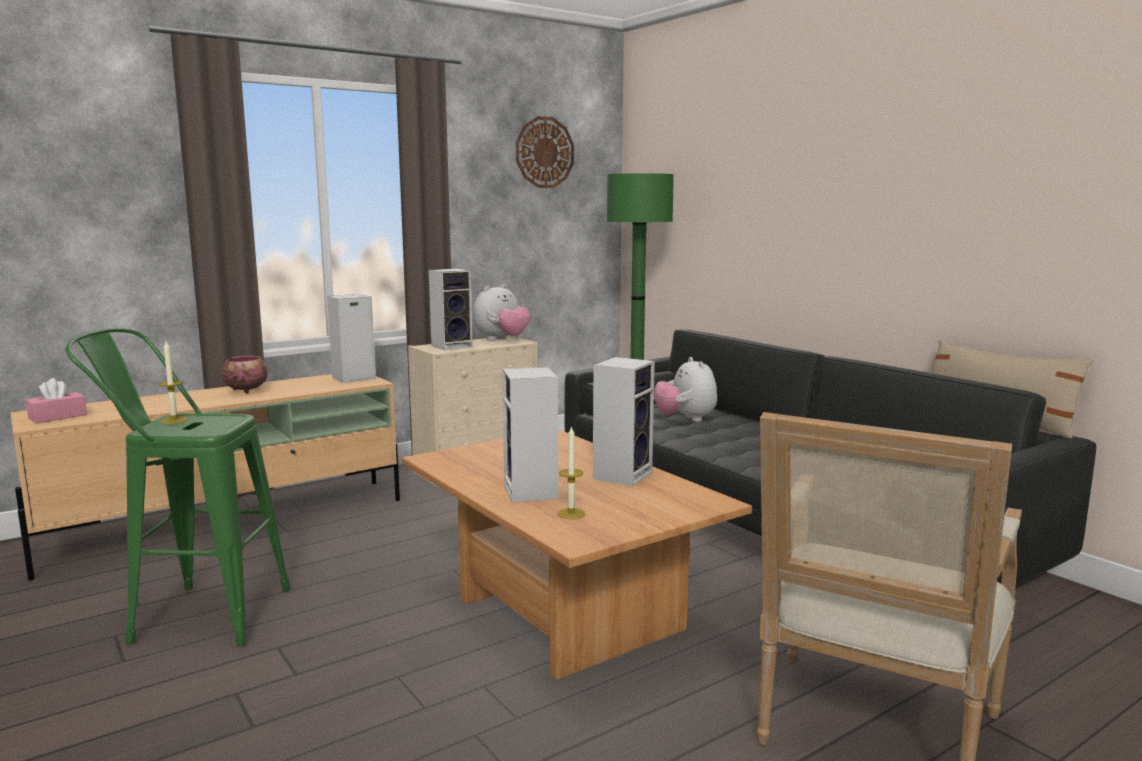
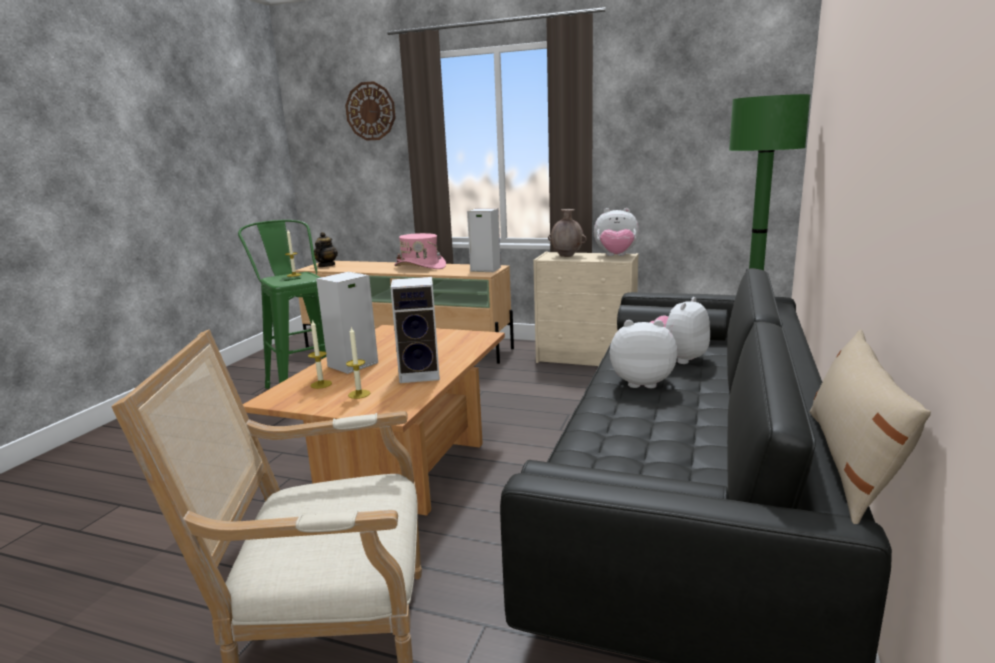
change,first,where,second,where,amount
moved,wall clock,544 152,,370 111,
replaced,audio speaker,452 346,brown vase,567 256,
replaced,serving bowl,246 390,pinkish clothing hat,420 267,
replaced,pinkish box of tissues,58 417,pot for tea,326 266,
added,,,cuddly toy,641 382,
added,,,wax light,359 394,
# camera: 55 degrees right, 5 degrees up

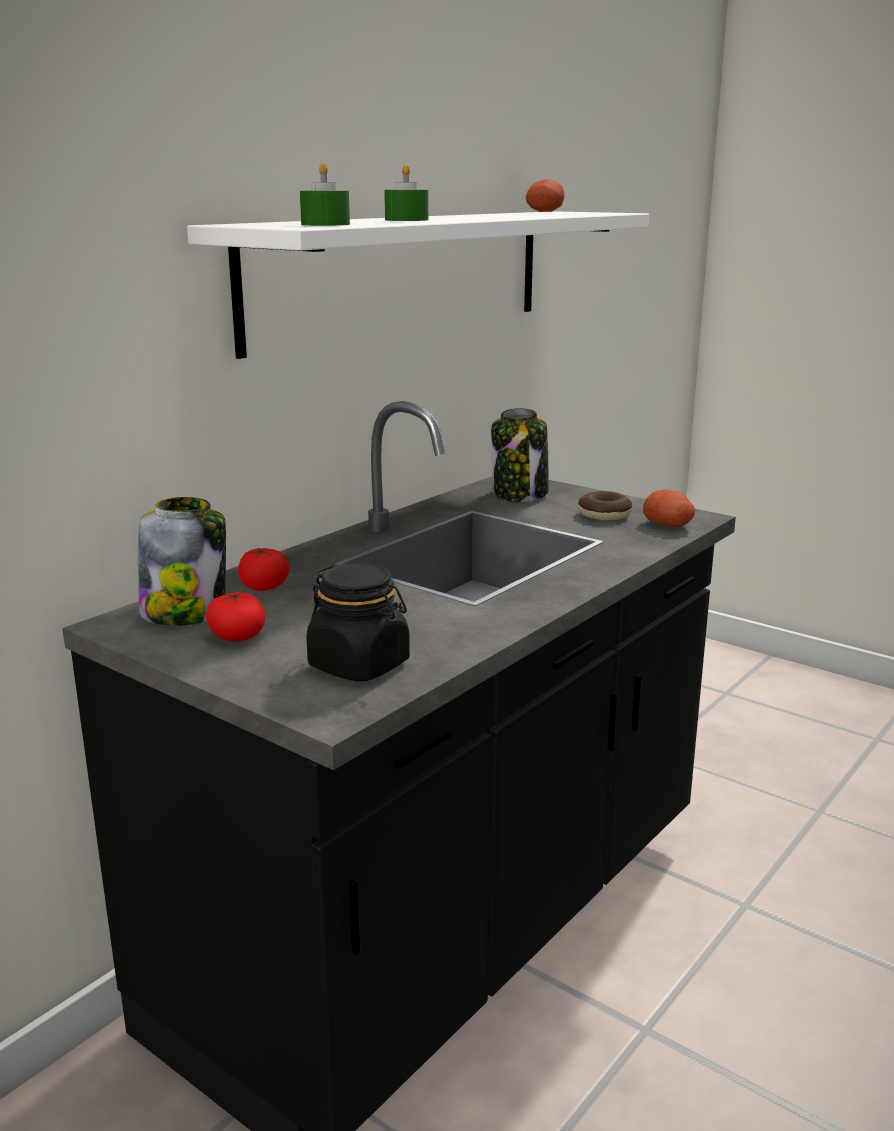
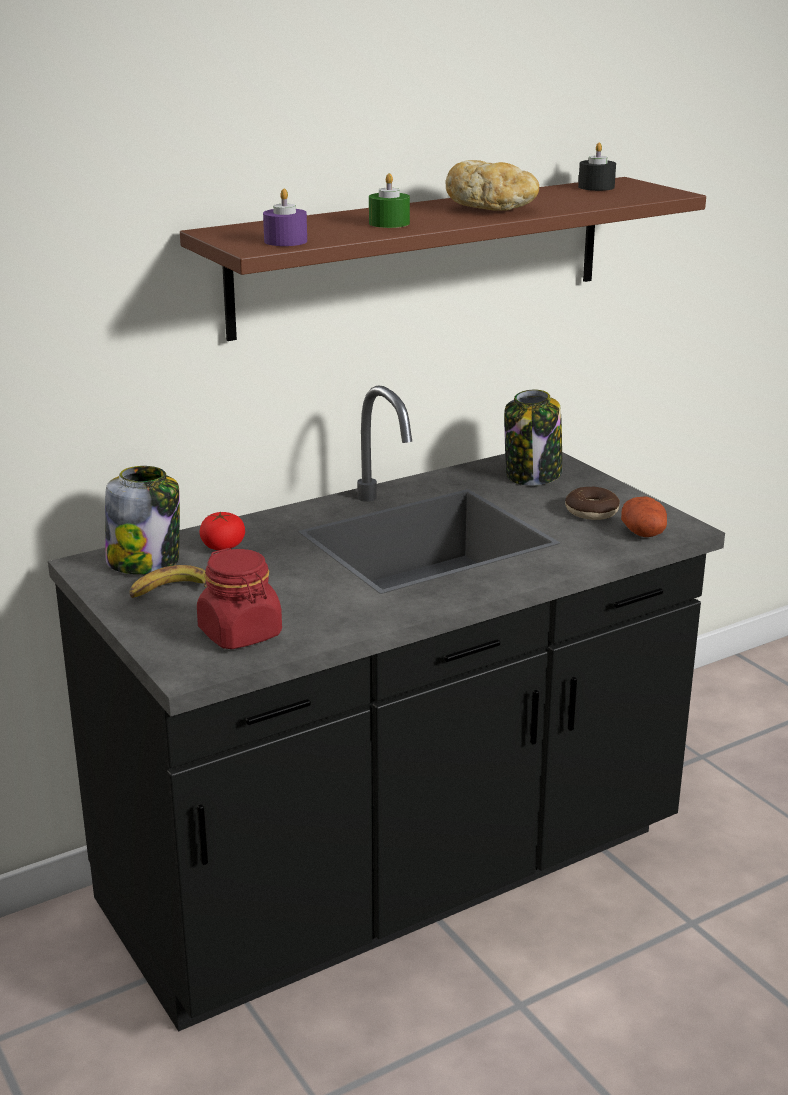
change,first,where,second,where,amount
recoloured,green wax light,325 224,purple wax light,285 241,
replaced,potato,544 212,black wax light,596 187,
recoloured,white wall shelf,404 275,brown wall shelf,422 255,
recoloured,black preserve jar,359 665,reddish preserve jar,240 634,
replaced,whole tomato,237 636,banana,168 591,
added,,,bread,492 209,
# camera: 20 degrees right, 5 degrees up

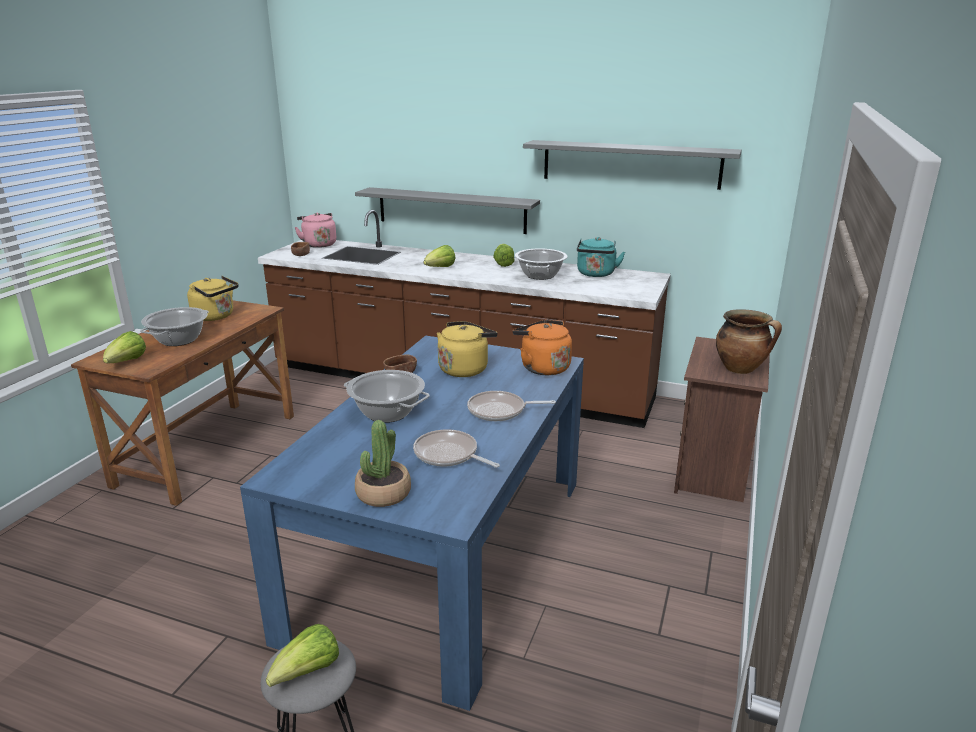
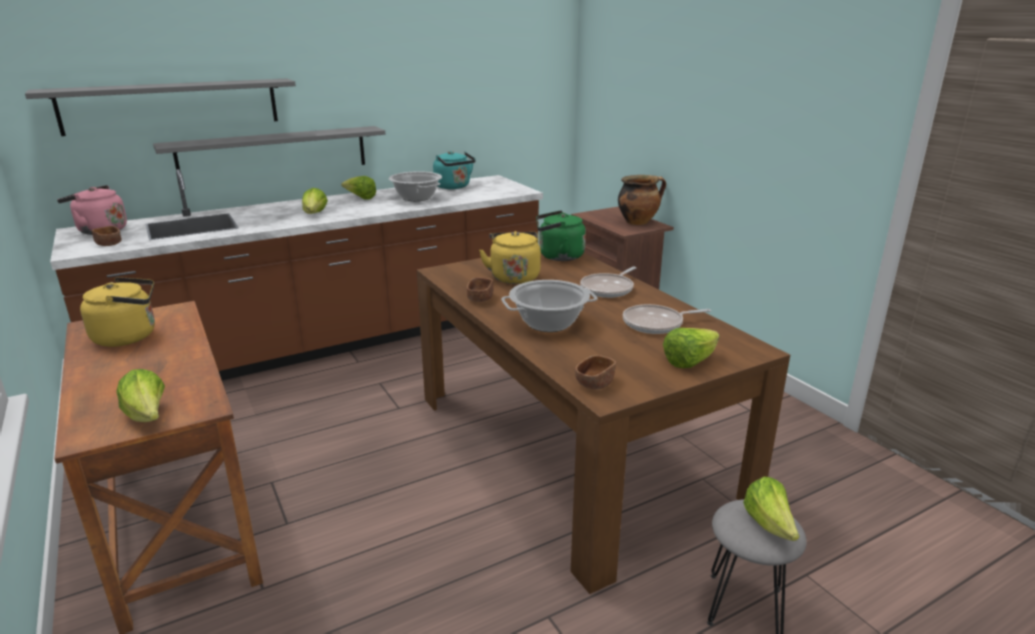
change,first,where,second,where,amount
moved,greyish wall shelf,630 164,,172 106,
removed,stockpot,179 340,,,
recoloured,orange-coloured tea kettle,542 367,green tea kettle,558 256,
recoloured,blue dining table,445 553,brown dining table,571 449,
replaced,houseplant,383 493,lettuce,689 362,
added,,,brown serving bowl,594 383,
# camera: 50 degrees left, 0 degrees up

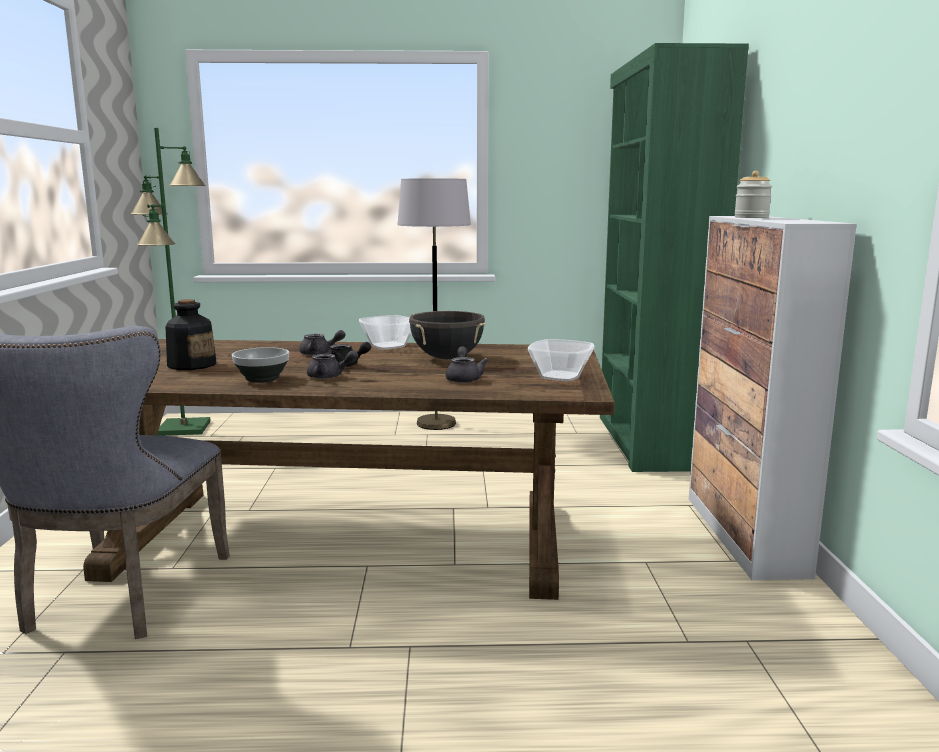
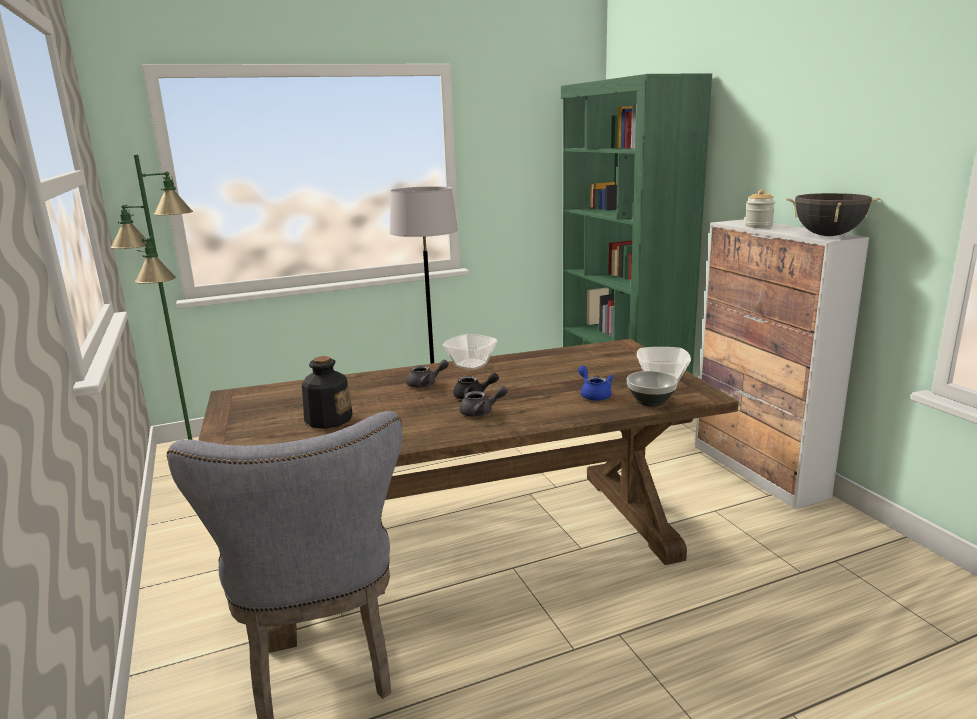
change,first,where,second,where,amount
moved,black stockpot,447 358,,828 235,
recoloured,greyish pot for tea,464 378,blue pot for tea,594 395,
moved,serving bowl,261 379,,650 401,
# camera: 20 degrees left, 5 degrees up

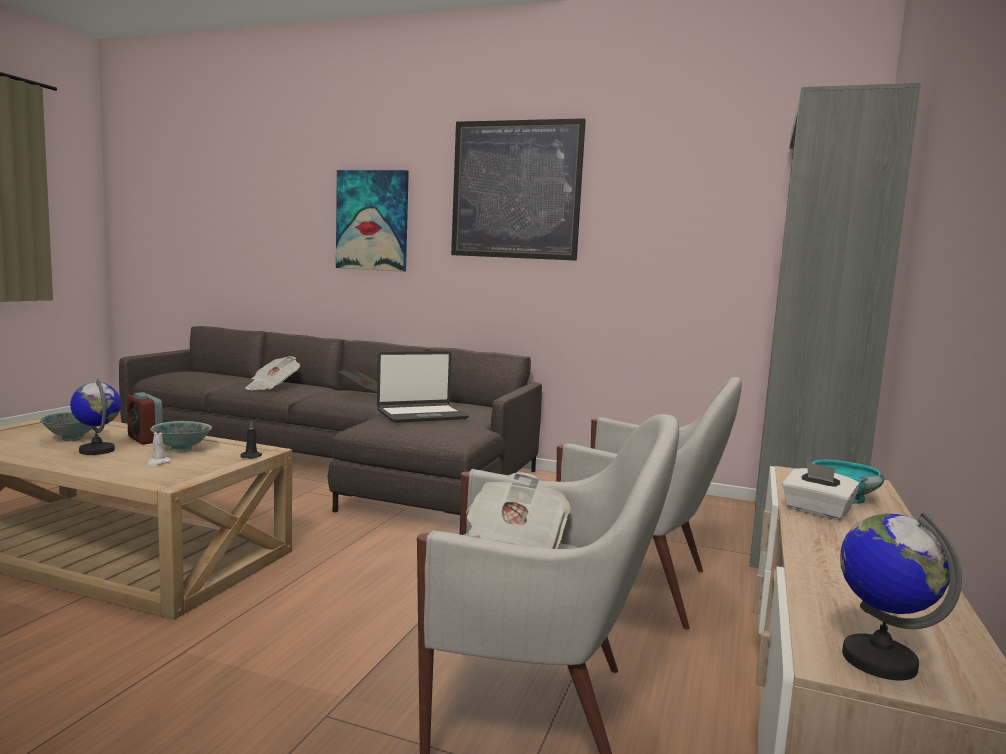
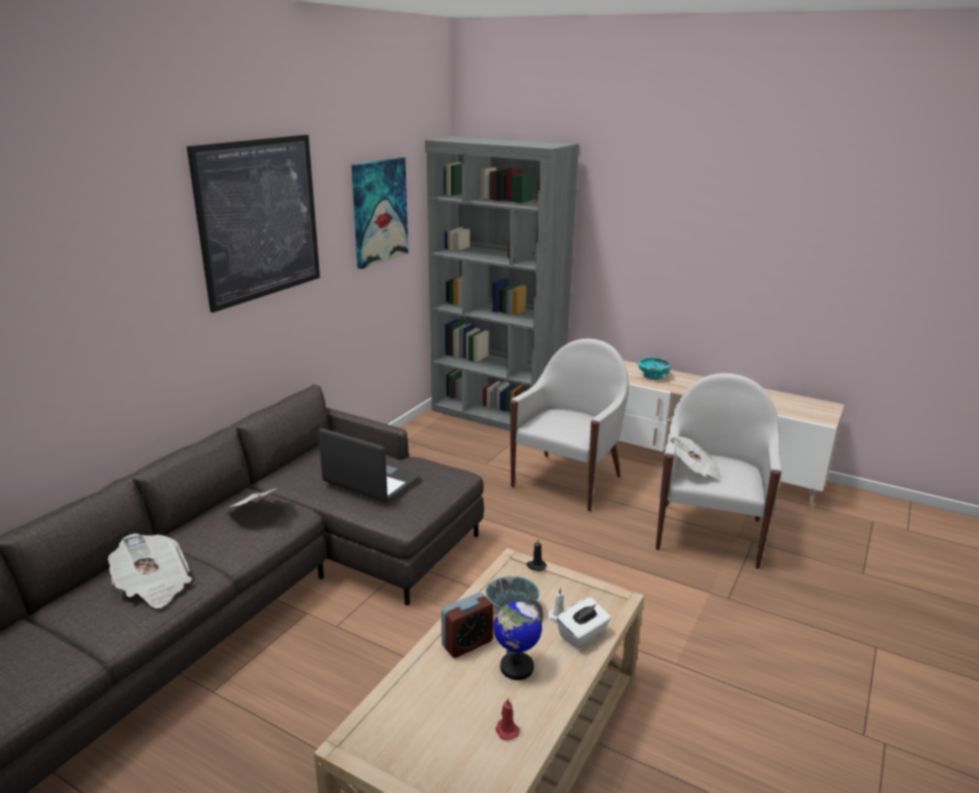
change,first,where,second,where,amount
moved,wall art,372 220,,379 211,
turned,laptop,421 415,,371 481,45 degrees counterclockwise
removed,serving bowl,73 438,,,
moved,white box of tissues,816 511,,582 635,
removed,desk globe,879 660,,,
added,,,reddish wax light,506 730,
# camera: 80 degrees left, 15 degrees up

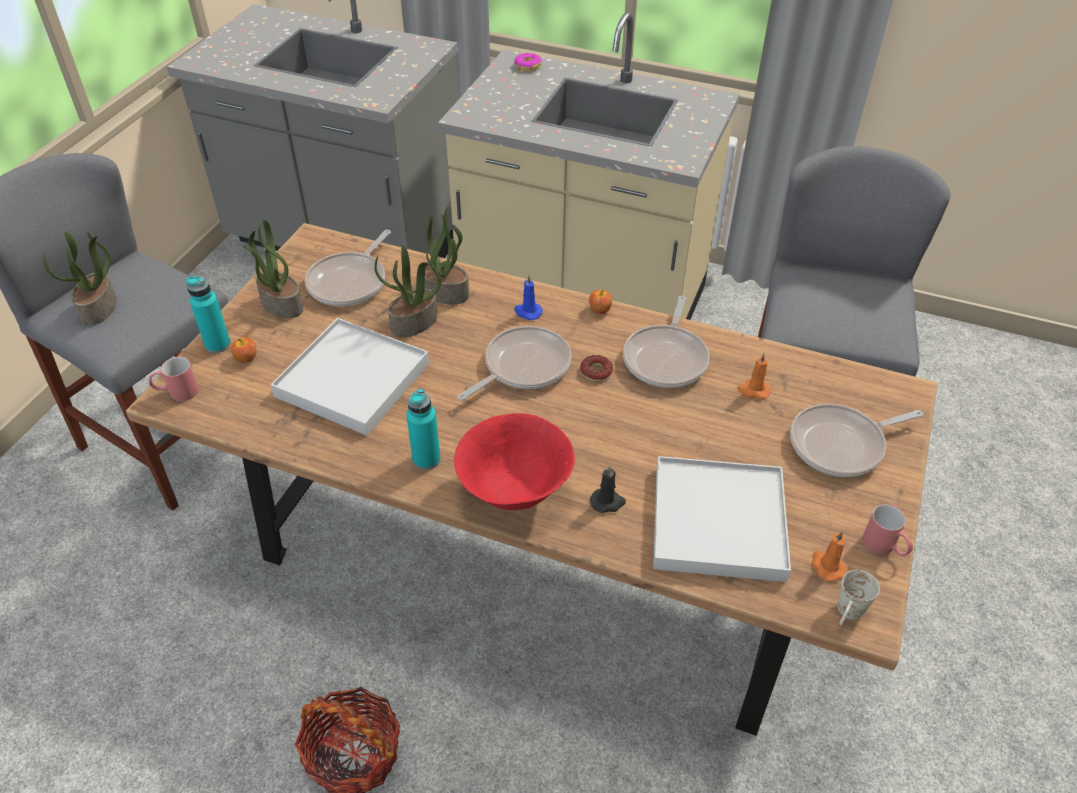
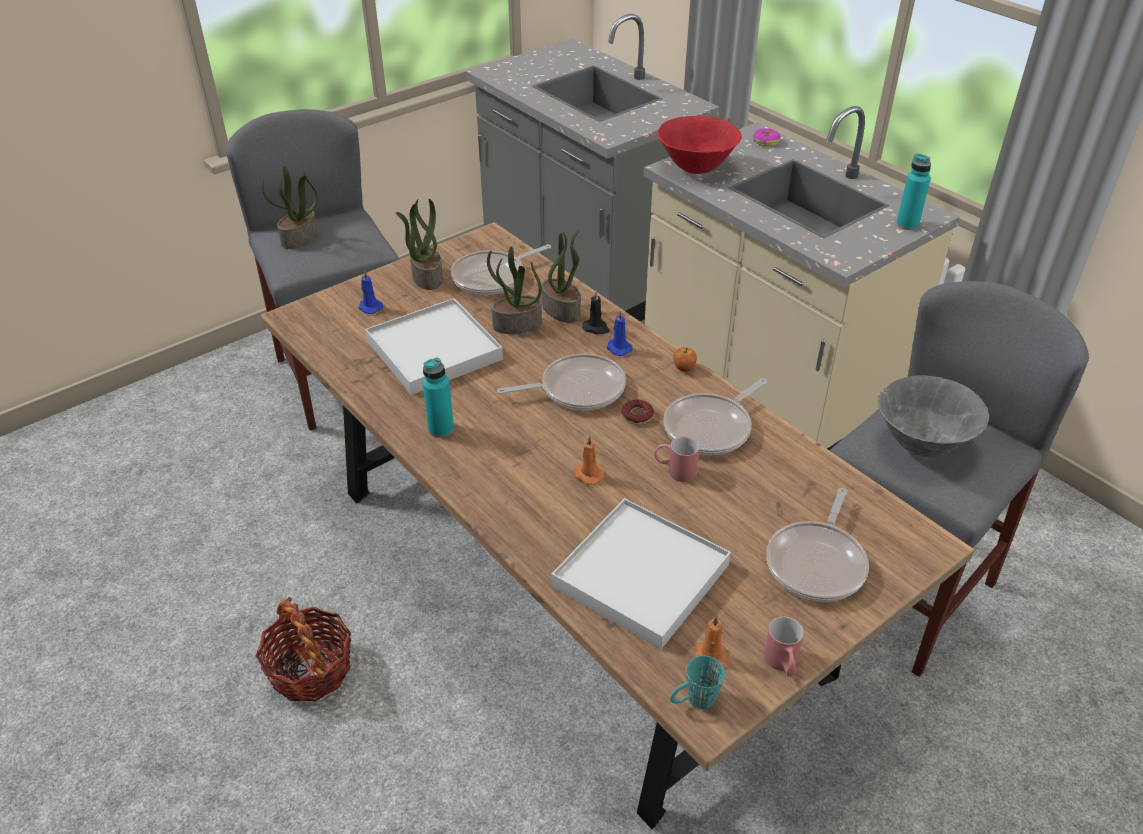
change,first,where,second,where,amount
moved,turquoise-coloured beverage bottle,217 344,,907 224,
replaced,apple fruit,246 358,blue wax light,369 307,
moved,orange-coloured wax light,753 390,,587 475,
moved,reddish tea mug,177 392,,674 471,
turned,skillet,841 445,,817 563,75 degrees counterclockwise
moved,reddish serving bowl,515 491,,697 168,
moved,black wax light,608 502,,596 328,
recoloured,white tea mug,847 615,turquoise-coloured tea mug,693 701,
added,,,greyish serving bowl,921 445,
# camera: 30 degrees right, 5 degrees down

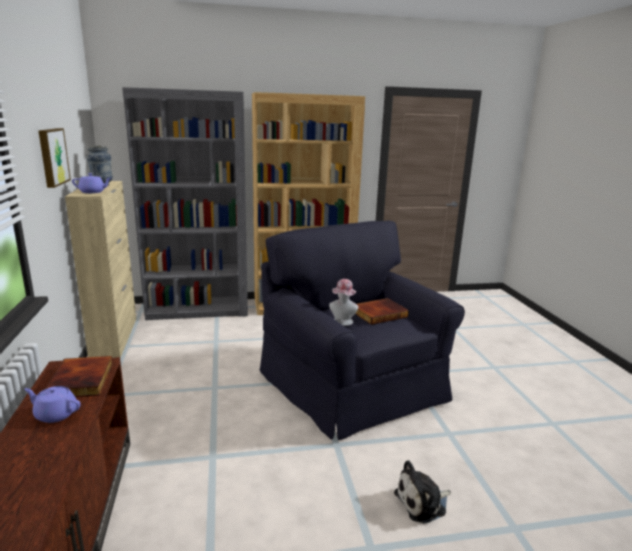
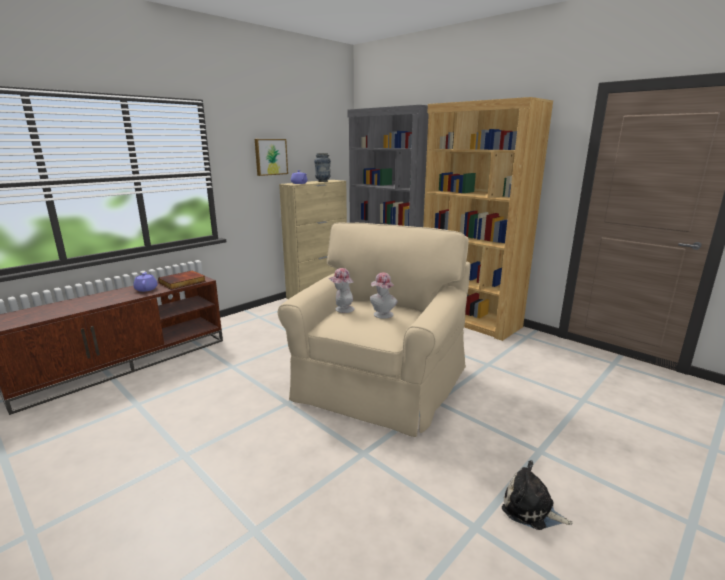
change,first,where,second,where,amount
recoloured,black easy chair,355 385,sand-coloured easy chair,377 383,
replaced,bound book,379 313,clothing hat,382 315,
moved,cuddly toy,423 503,,531 509,
# camera: 55 degrees right, 0 degrees up

